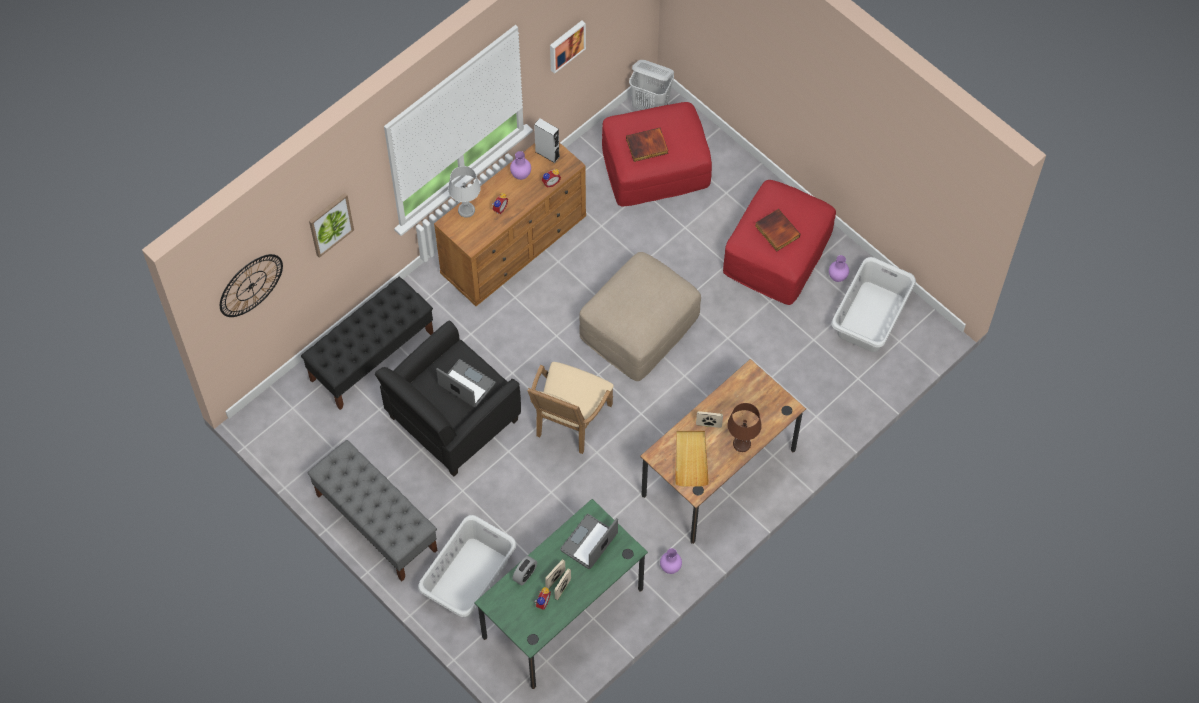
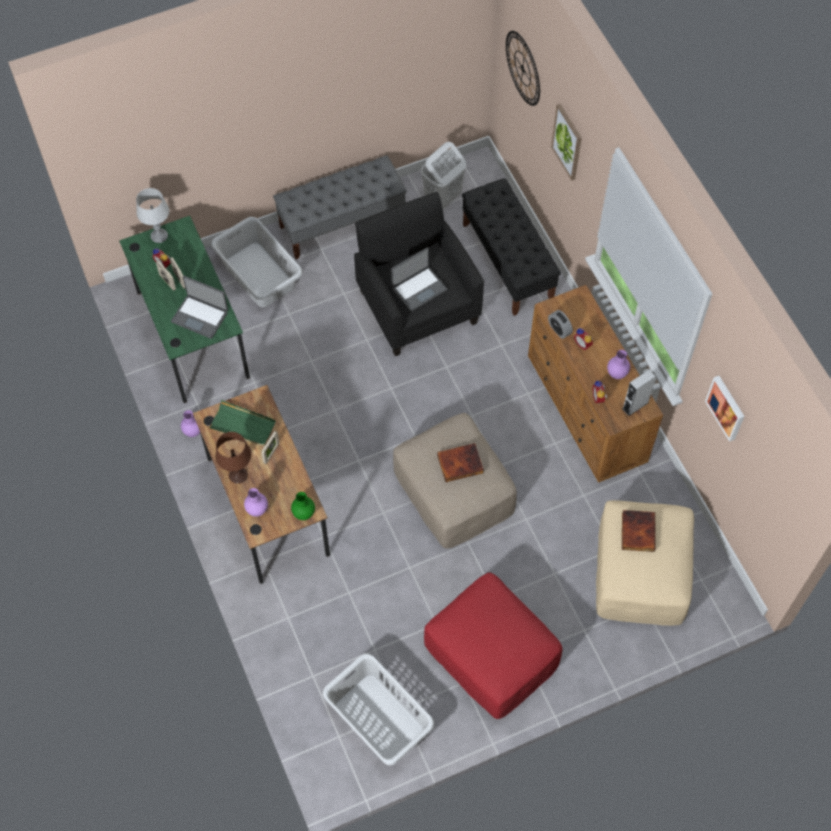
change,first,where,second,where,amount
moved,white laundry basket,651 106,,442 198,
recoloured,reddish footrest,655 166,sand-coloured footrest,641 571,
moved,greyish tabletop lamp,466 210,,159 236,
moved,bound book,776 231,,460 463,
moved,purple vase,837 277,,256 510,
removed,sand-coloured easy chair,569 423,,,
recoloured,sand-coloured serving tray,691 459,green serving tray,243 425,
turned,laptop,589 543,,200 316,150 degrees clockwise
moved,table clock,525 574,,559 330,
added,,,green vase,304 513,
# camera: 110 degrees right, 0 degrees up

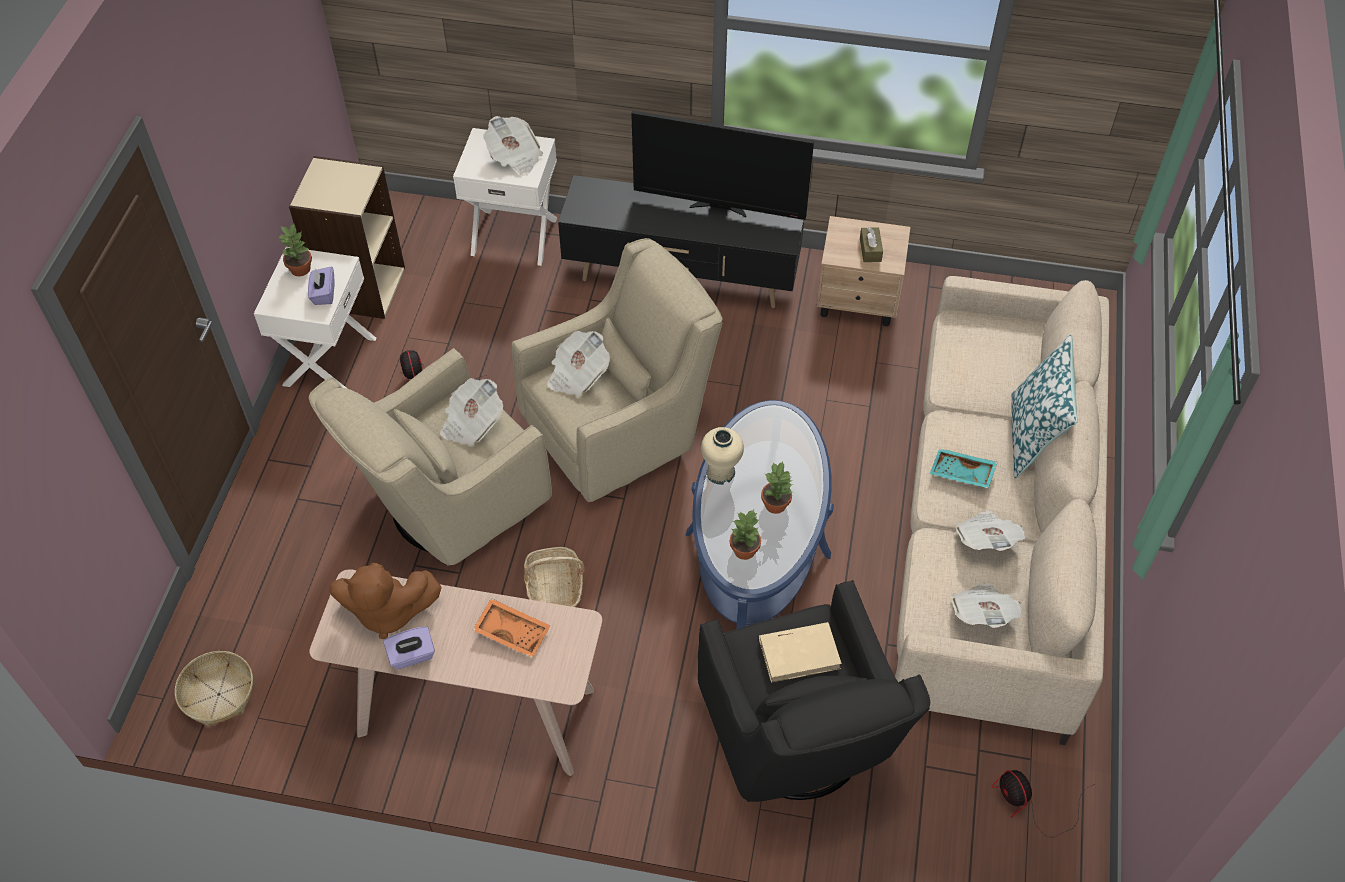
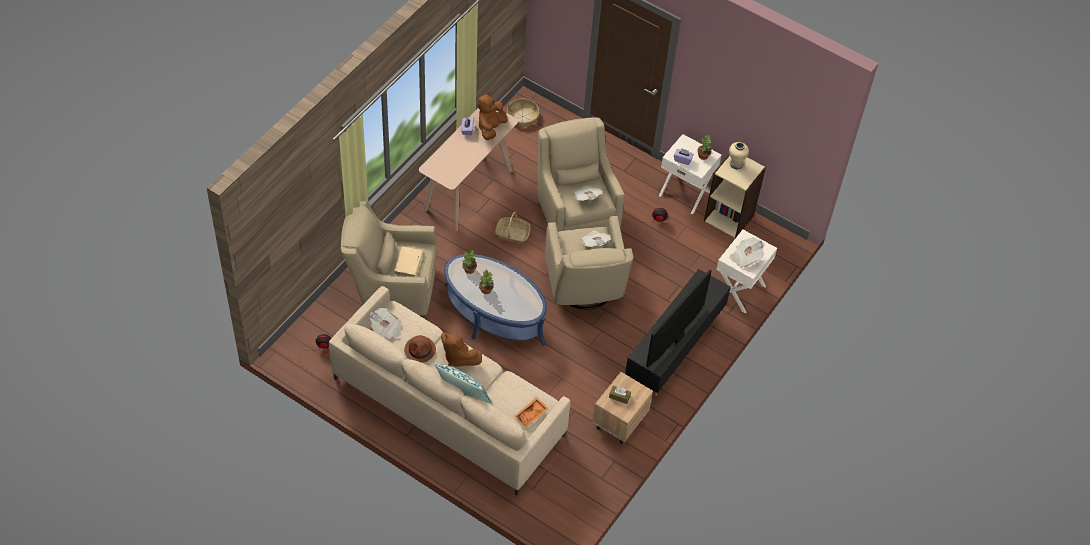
change,first,where,second,where,amount
moved,sand-coloured vase,721 472,,736 164,
replaced,turquoise-coloured serving tray,961 474,brown cuddly toy,458 357,
replaced,newspaper,986 540,brown clothing hat,420 350,
recoloured,black easy chair,799 743,sand-coloured easy chair,391 288,
moved,orange-coloured serving tray,513 631,,531 415,
# camera: 110 degrees right, 0 degrees up

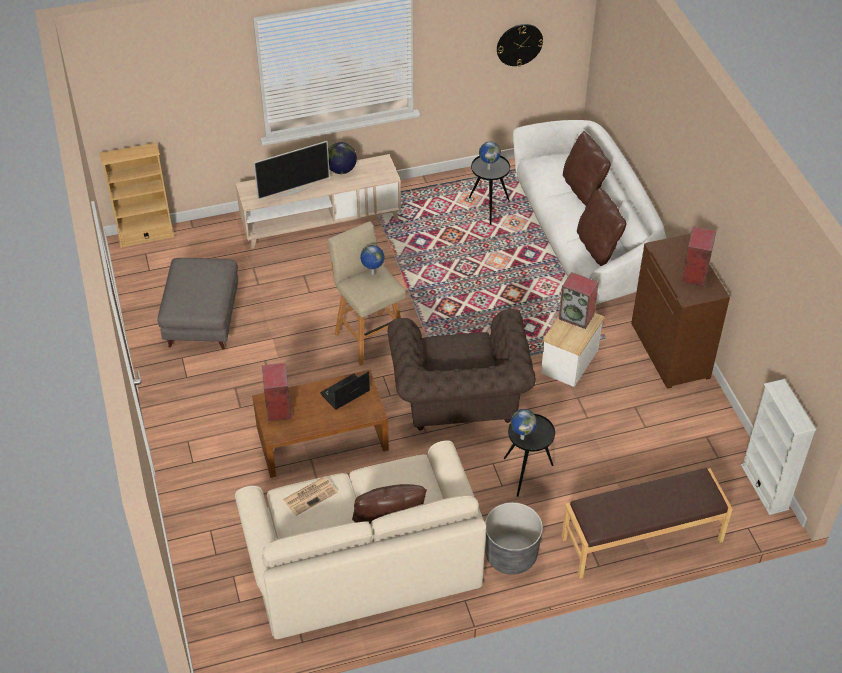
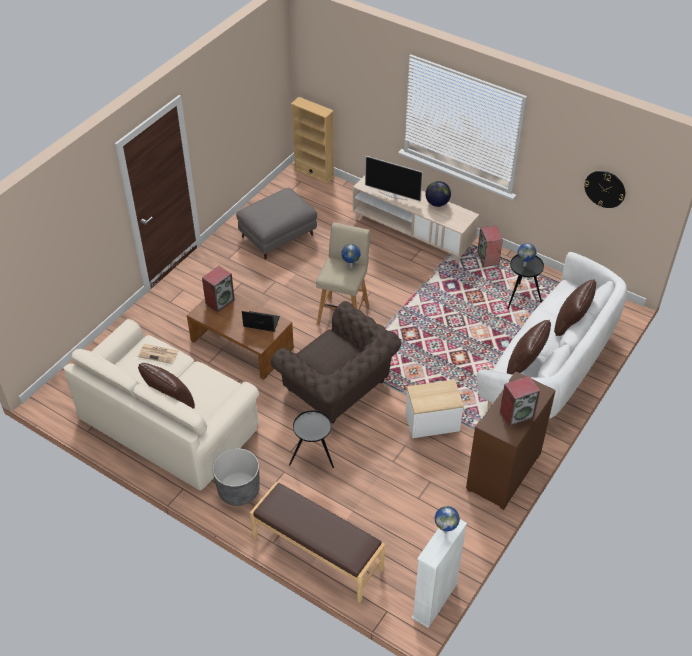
change,first,where,second,where,amount
moved,audio speaker,577 316,,488 258,
turned,brown easy chair,459 400,,338 388,90 degrees counterclockwise
moved,desk globe,522 437,,445 531,
# camera: 50 degrees right, 0 degrees up

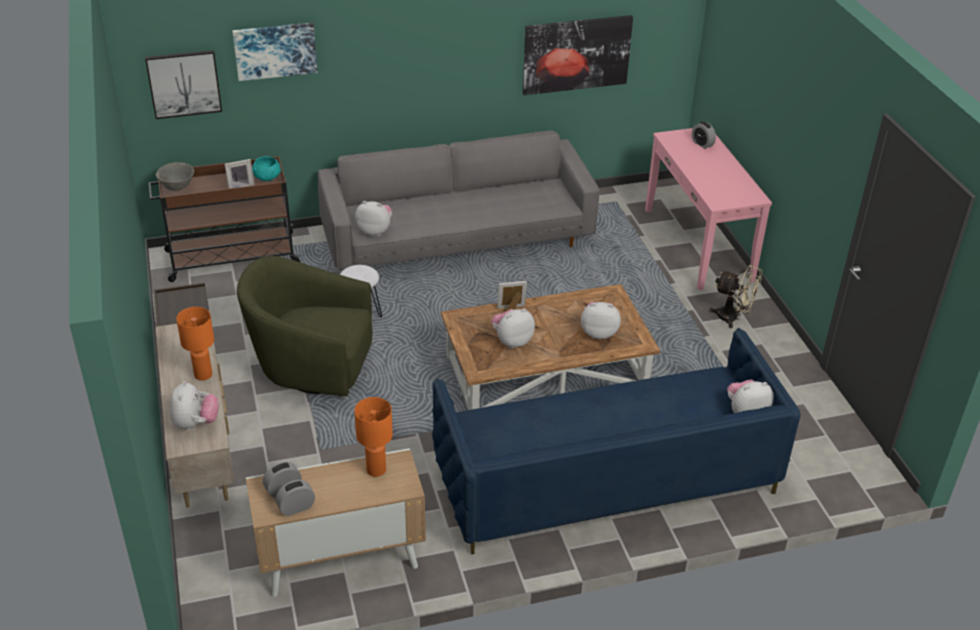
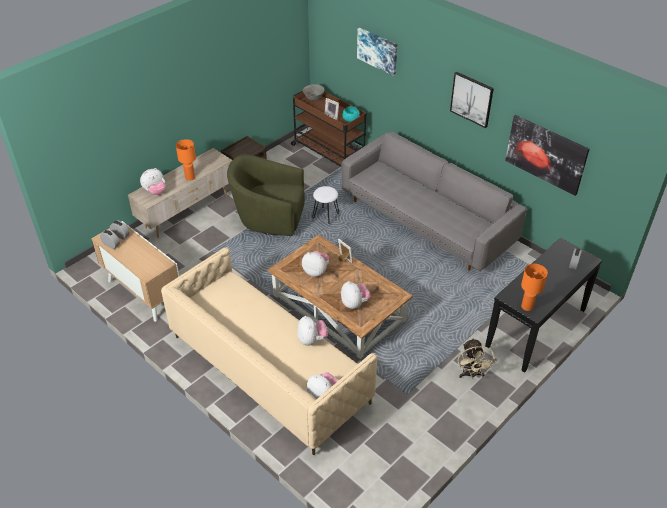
change,first,where,second,where,amount
moved,wall art,184 83,,472 99,
recoloured,pinkish console table,698 244,black console table,536 328,
moved,cuddly toy,375 231,,312 340,
turned,green easy chair,311 367,,269 219,60 degrees counterclockwise
recoloured,blue sofa,605 479,sand-coloured sofa,268 369,
moved,orange-coloured tabletop lamp,376 470,,526 307,
# camera: 60 degrees right, 5 degrees up

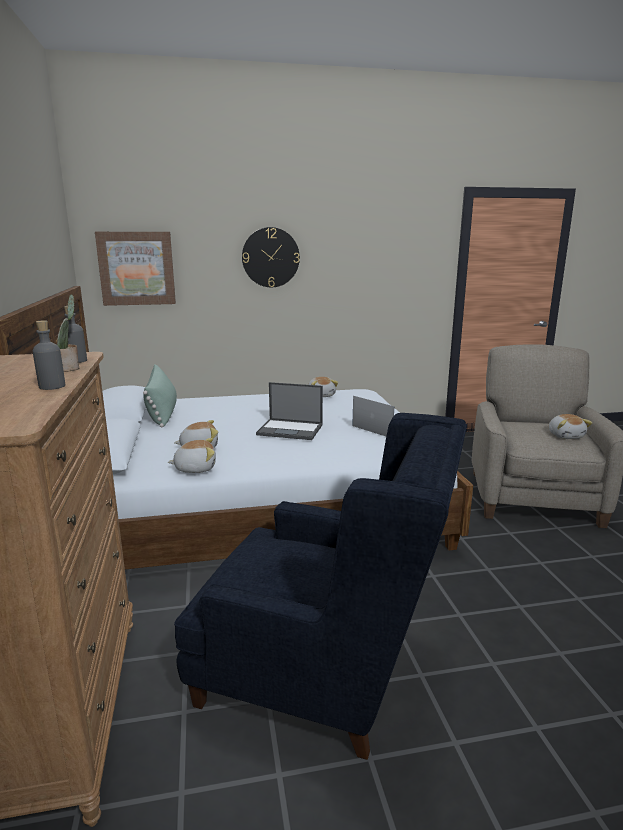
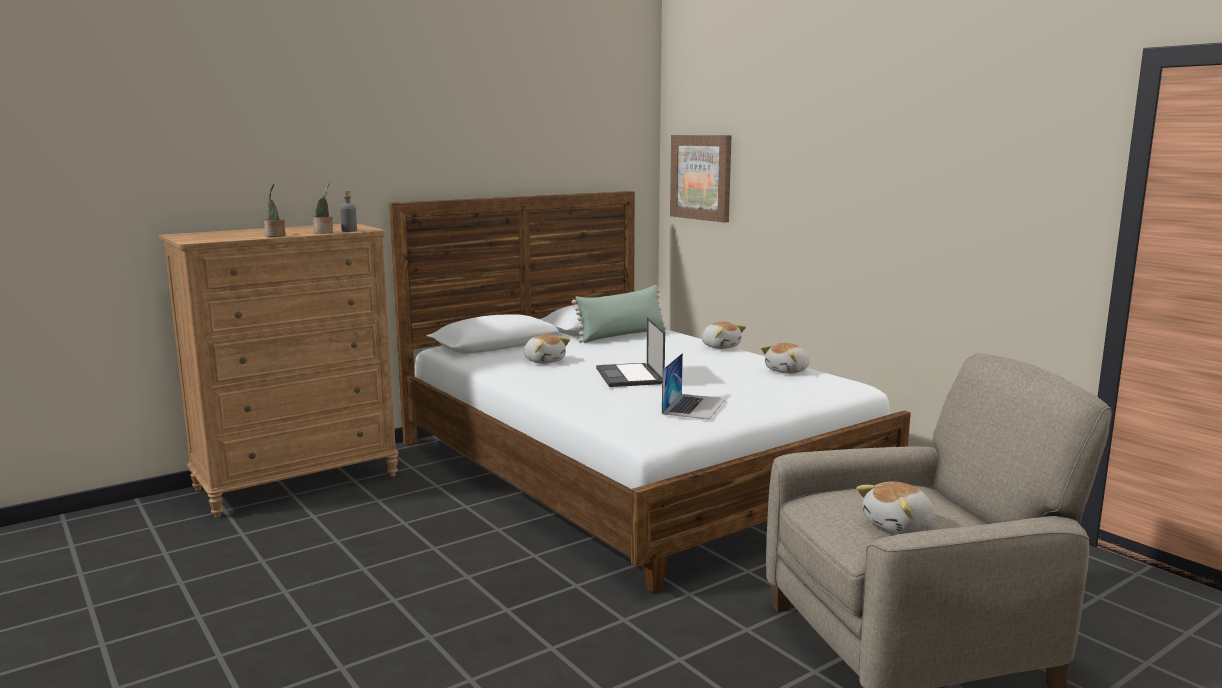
change,first,where,second,where,amount
removed,wall clock,270 257,,,
replaced,greyish beverage bottle,52 386,houseplant,275 236,
removed,blue easy chair,325 672,,,
moved,cuddly toy,195 468,,720 346,
# camera: 65 degrees right, 5 degrees down

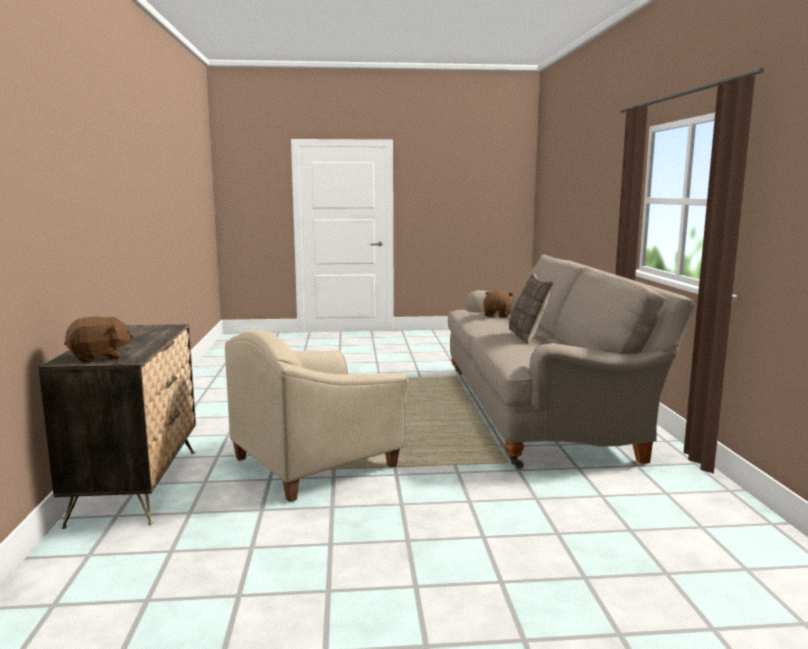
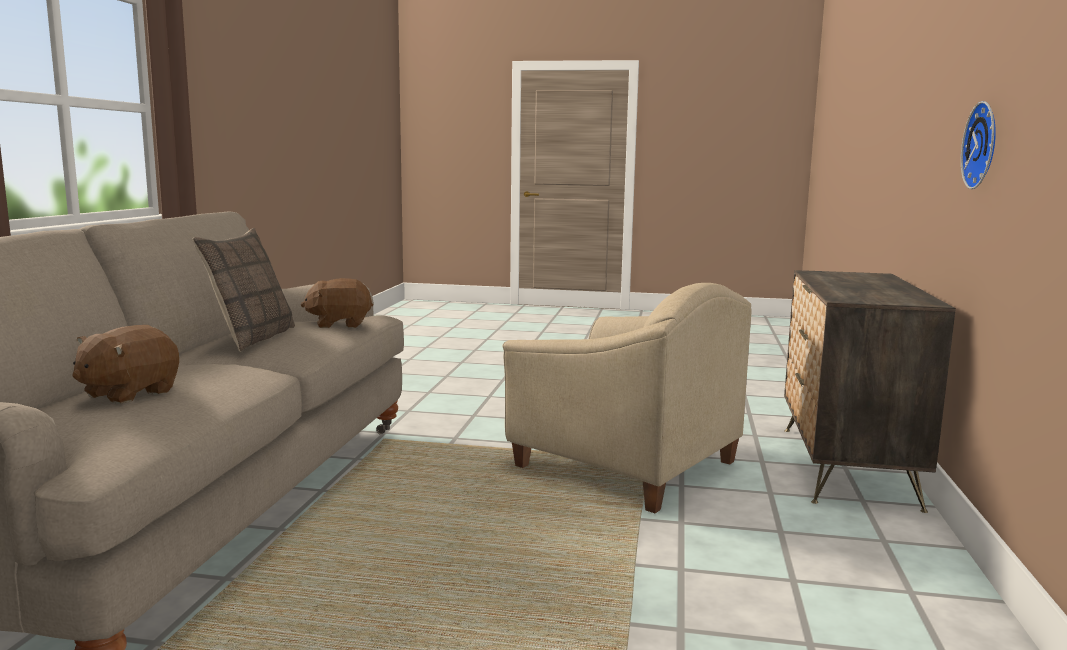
change,first,where,second,where,amount
moved,brown cuddly toy,99 357,,339 324,
turned,sand-coloured easy chair,316 463,,623 466,60 degrees clockwise
added,,,wall clock,984 145,
# camera: 165 degrees left, 0 degrees up

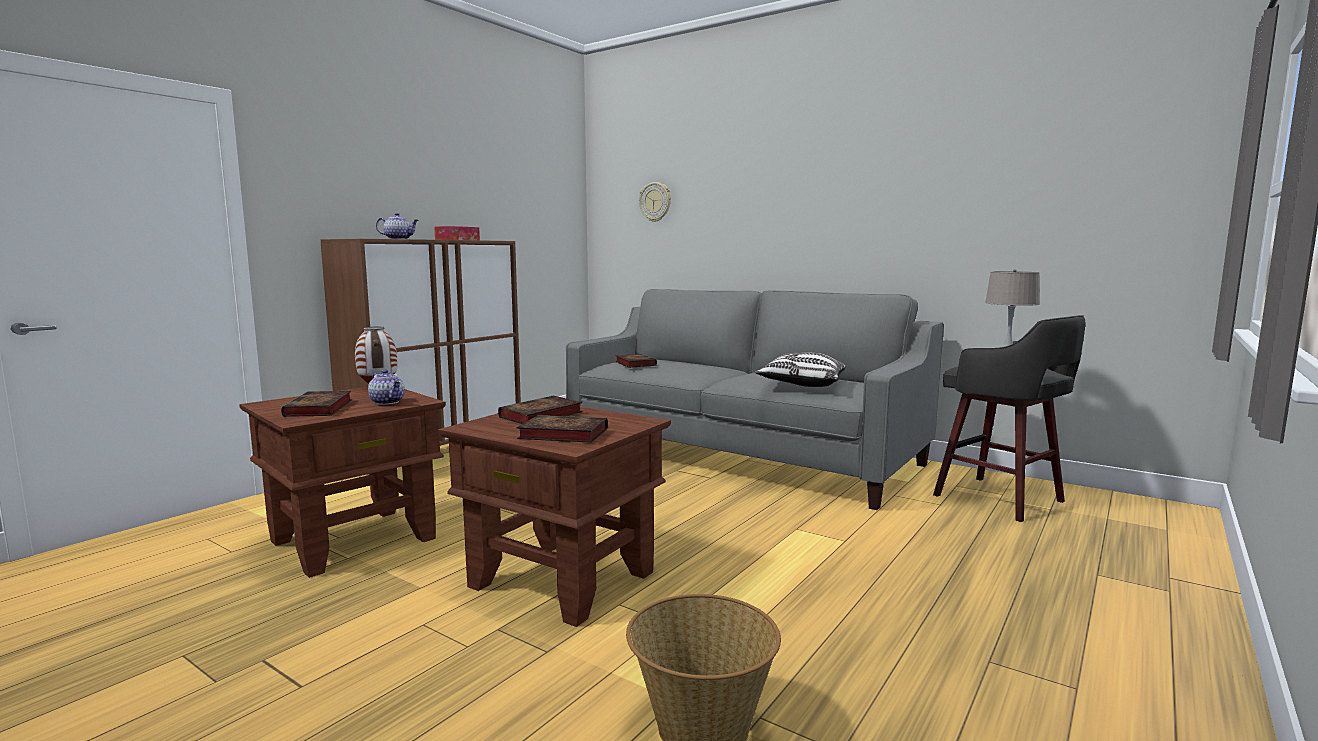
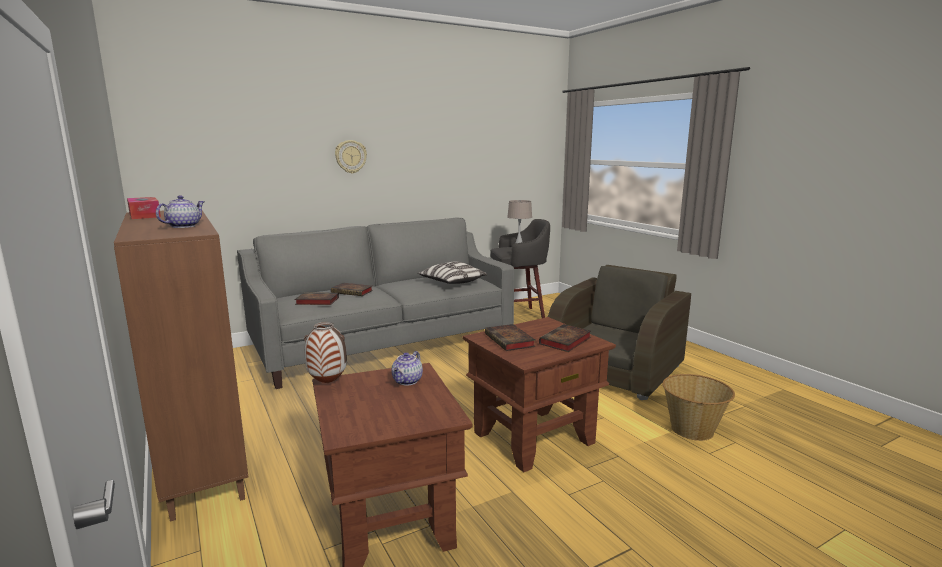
change,first,where,second,where,amount
moved,wall clock,655 202,,350 156,
turned,pot for tea,388 402,,408 381,135 degrees clockwise
moved,bound book,319 409,,353 292,
added,,,brown easy chair,615 369,
# camera: 65 degrees left, 5 degrees up

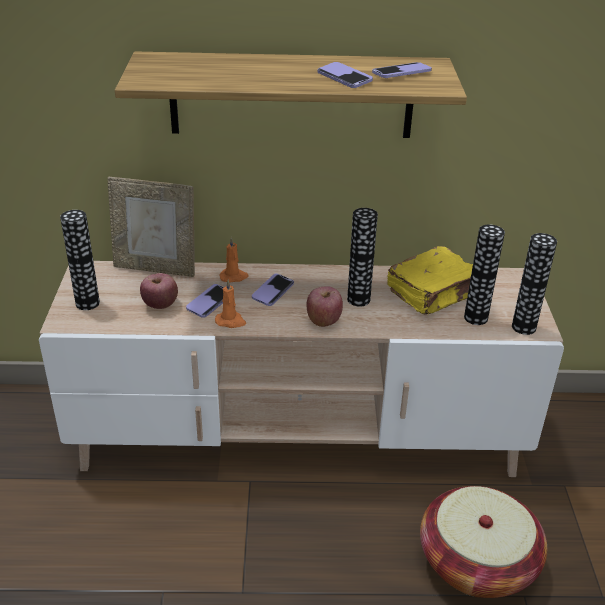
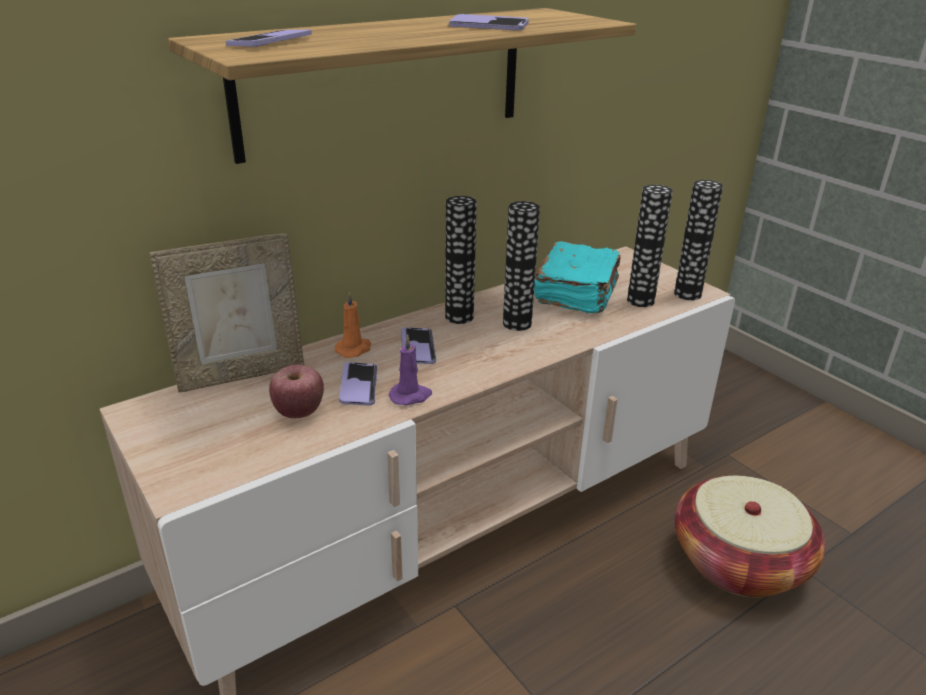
change,first,where,second,where,amount
moved,telephone,401 72,,270 41,
moved,vase,87 303,,459 317,
recoloured,yellow-coloured bound book,434 293,turquoise-coloured bound book,577 293,
recoloured,orange-coloured wax light,231 321,purple wax light,411 396,
removed,apple fruit,323 320,,,
# camera: 35 degrees left, 5 degrees down

